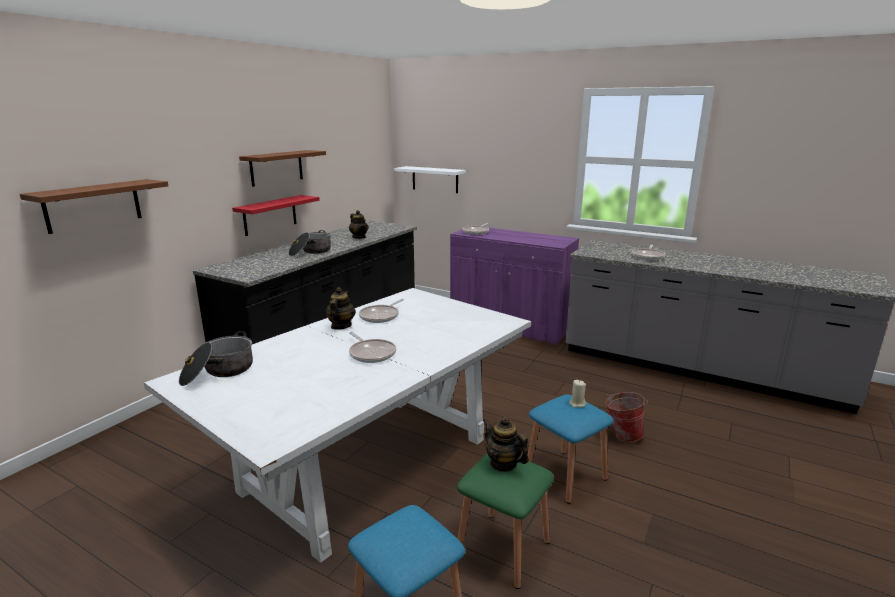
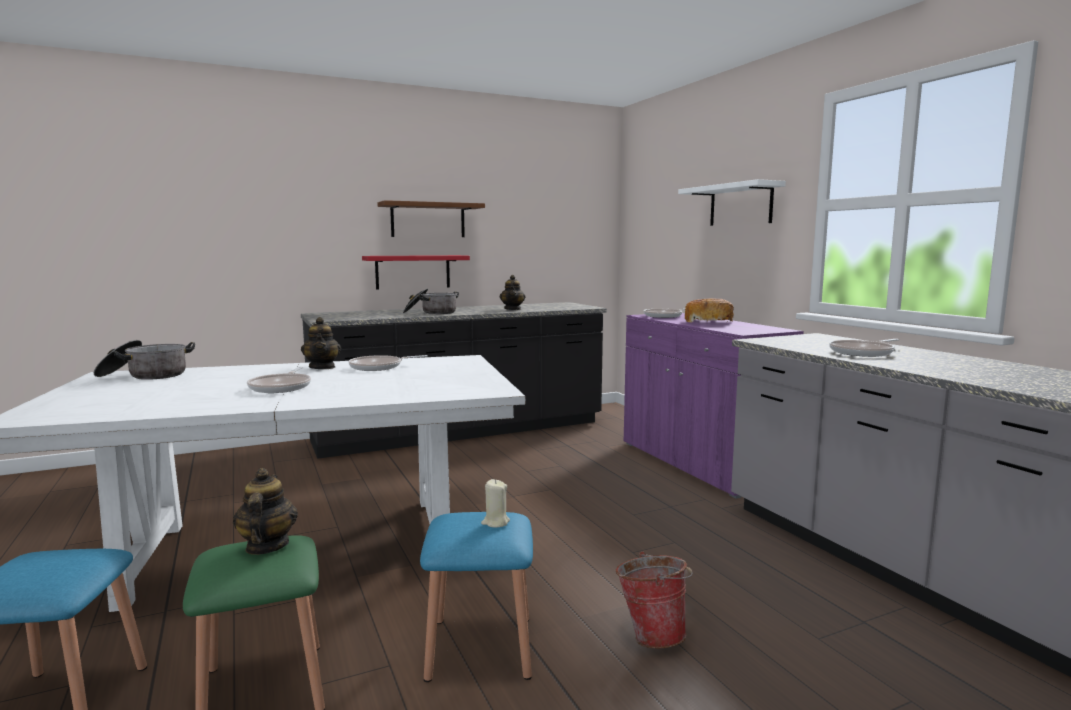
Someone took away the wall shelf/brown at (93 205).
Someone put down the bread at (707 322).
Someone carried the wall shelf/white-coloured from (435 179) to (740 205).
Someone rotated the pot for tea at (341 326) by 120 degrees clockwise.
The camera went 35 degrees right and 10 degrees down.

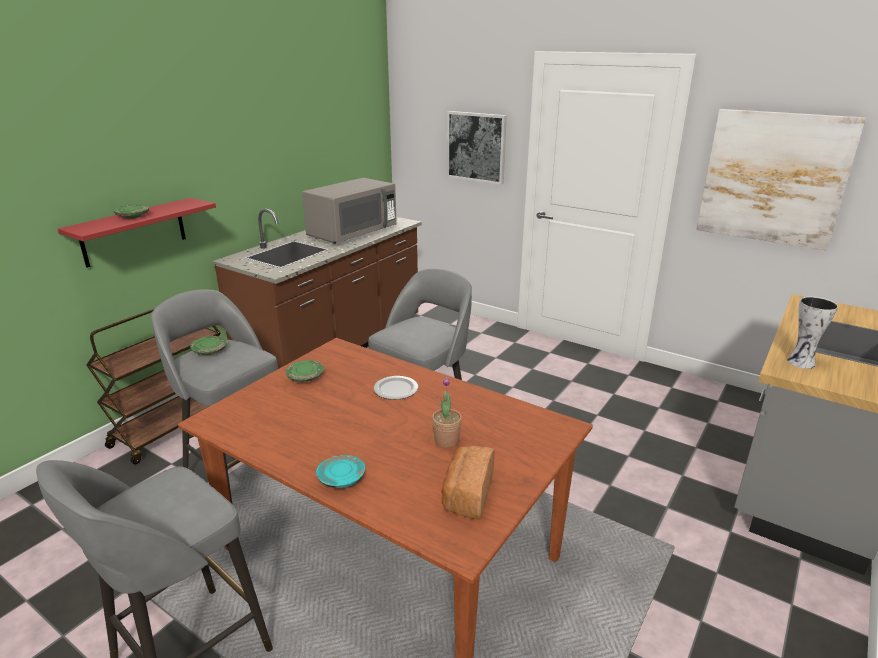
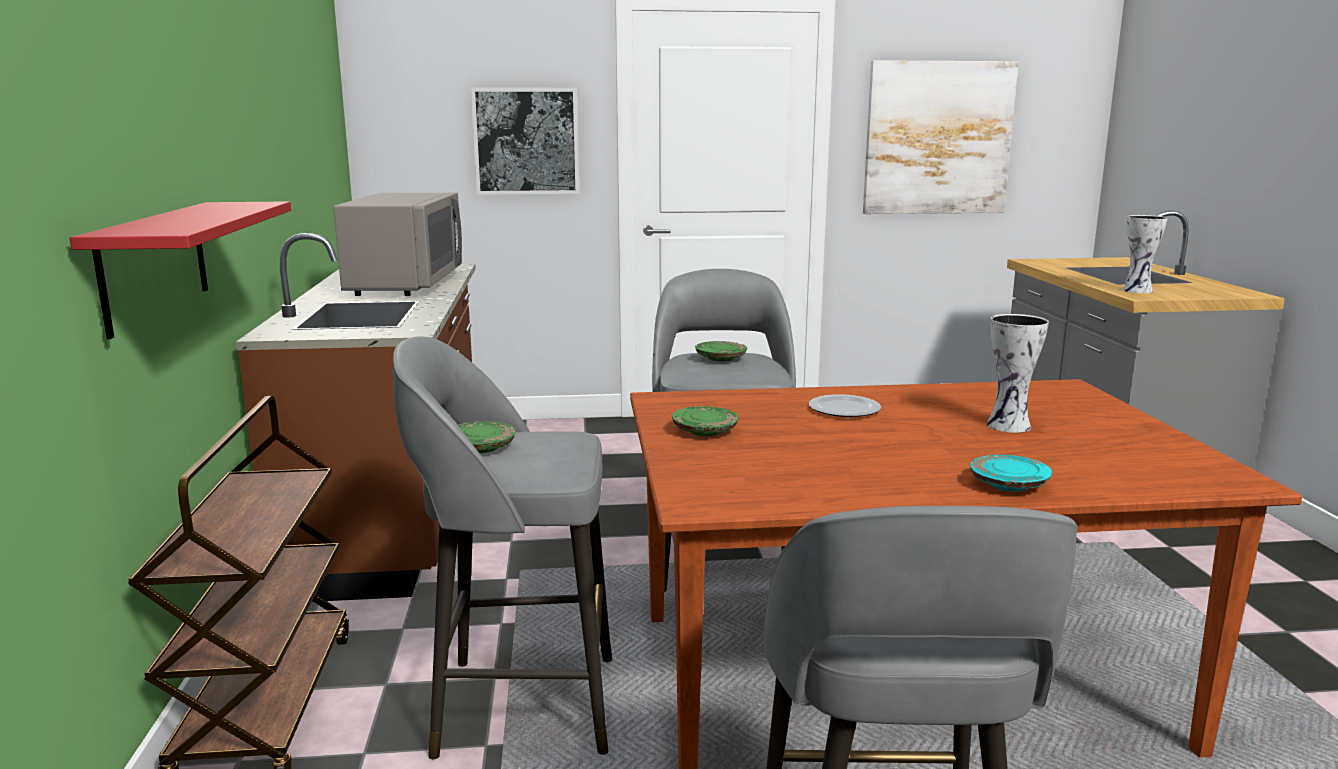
Someone took away the bread at (467 494).
Someone carried the plate/green from (133 216) to (720 358).
Someone swapped the plant in a pot at (446 441) for the flower vase at (1010 426).
The camera went 40 degrees left and 10 degrees down.

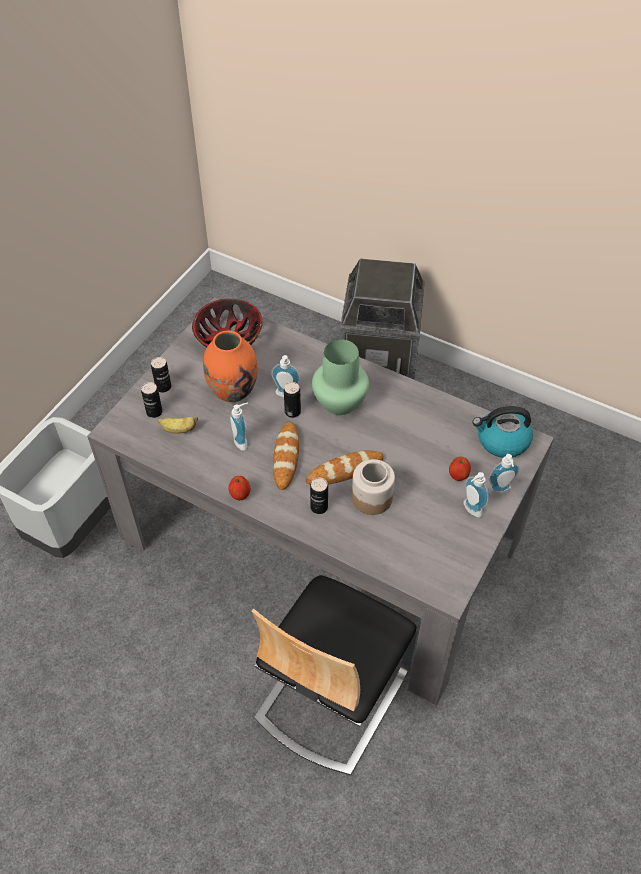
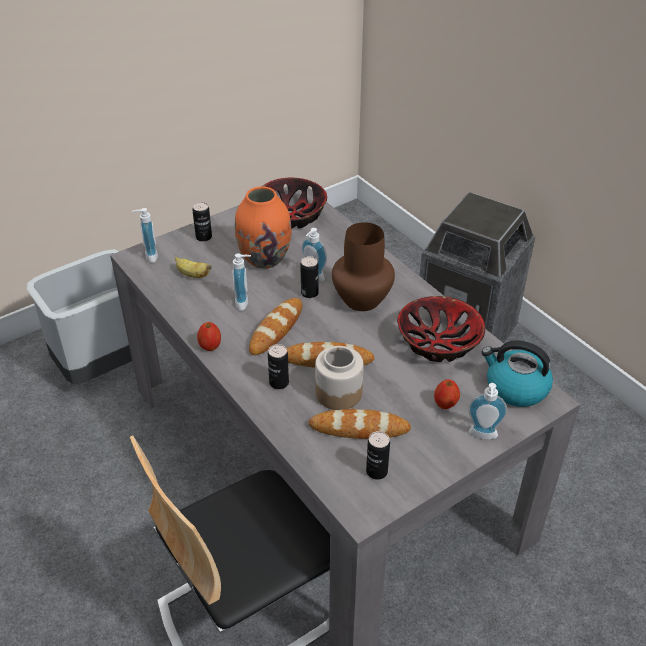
Someone put down the bread at (359 428).
Someone put down the serving bowl at (439 343).
Someone carried the metal can from (154 412) to (376 471).
Someone carried the liquid soap bottle from (470 510) to (149 256).
Someone repainted the flower vase/green at (339 403), which became the flower vase/brown at (361 300).
The camera went 25 degrees right and 10 degrees down.

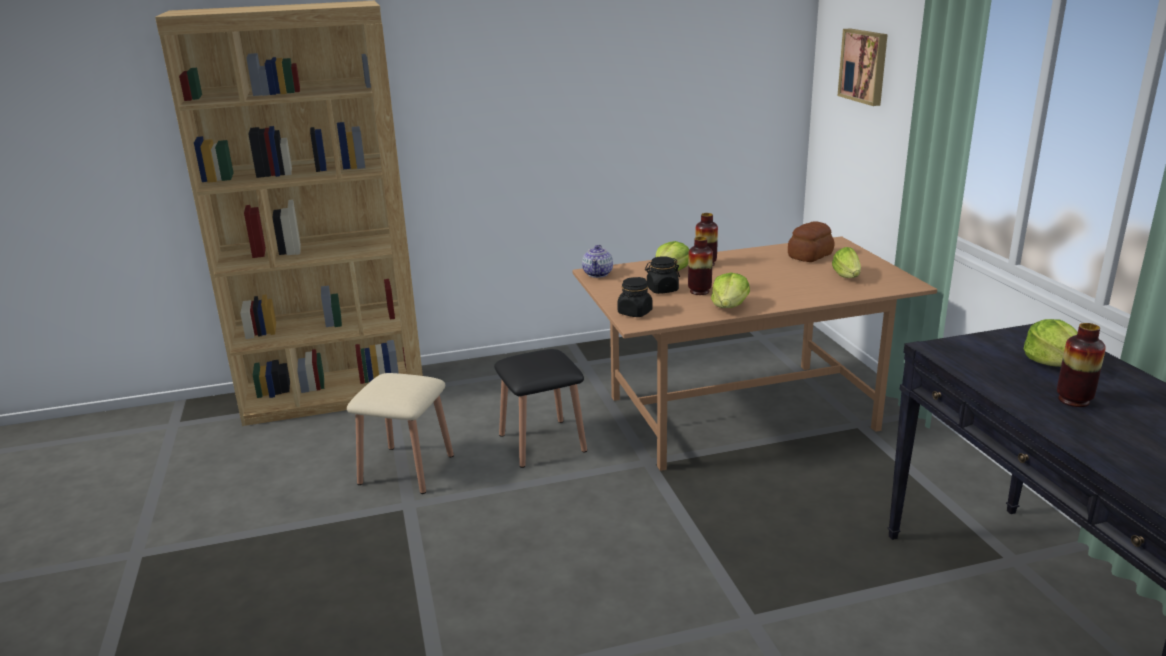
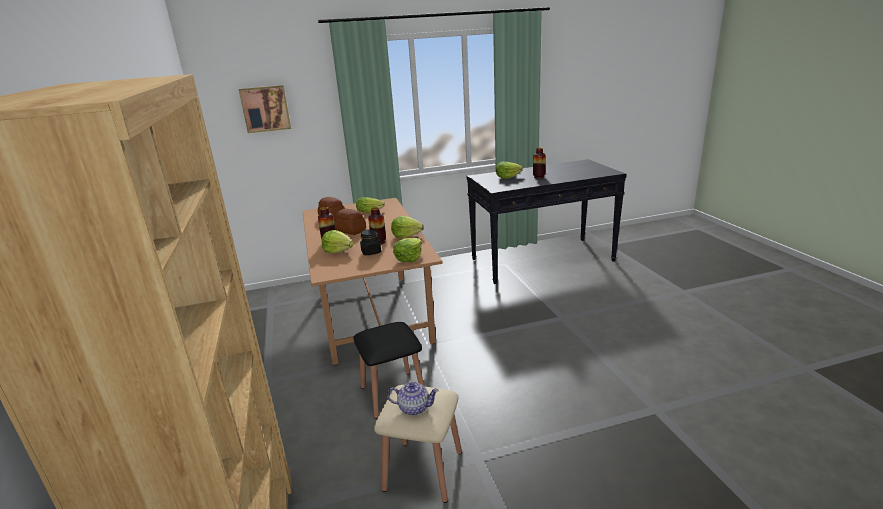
Someone put down the bread at (351 231).
Someone carried the pot for tea from (598 274) to (413 408).
Someone swapped the jar/black-coloured at (635 312) for the lettuce at (409 258).
The camera went 90 degrees left and 0 degrees up.

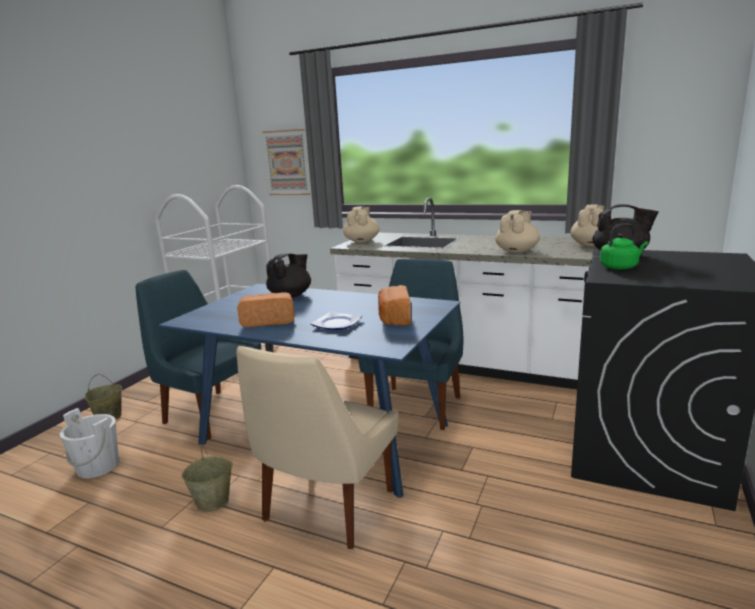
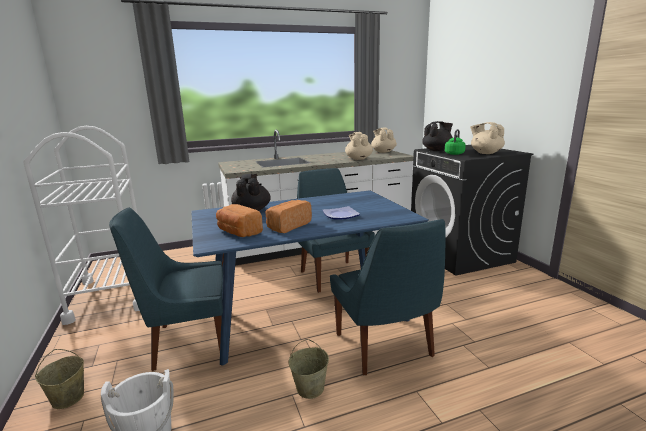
Someone took away the wall picture at (287 163).
Someone carried the pot for tea/beige from (362 241) to (485 153).
Someone carried the bread from (394 318) to (238 232).
Someone repainted the chair/beige at (326 508), which became the chair/bluish at (385 347).
The camera went 45 degrees left and 0 degrees up.

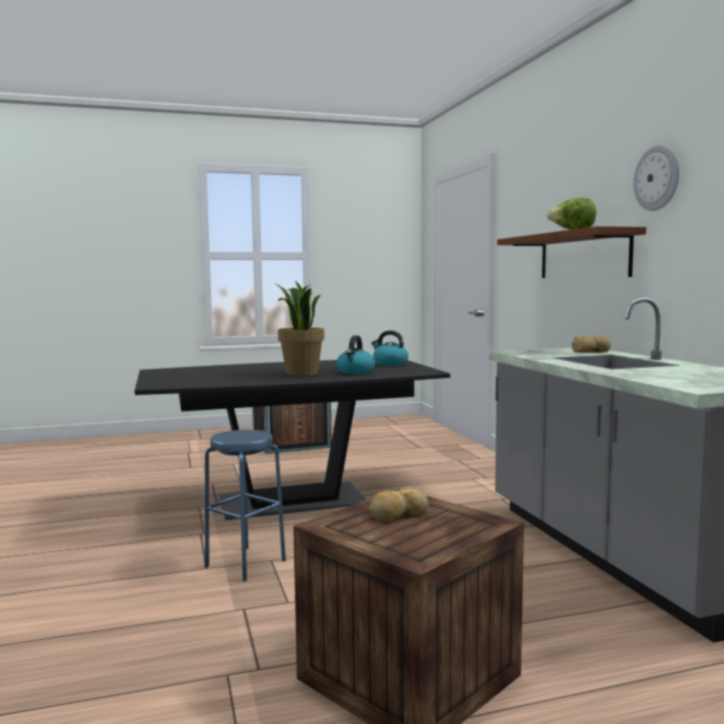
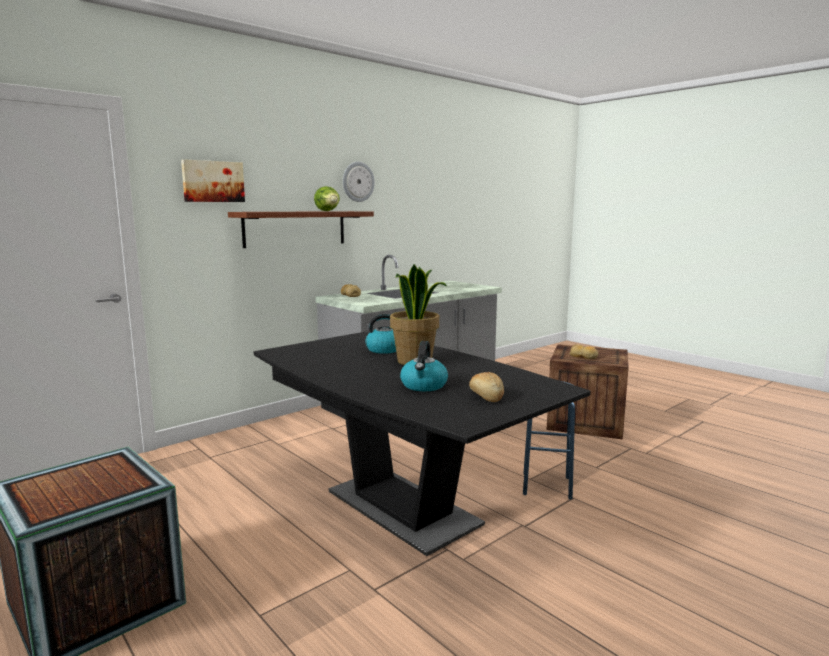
Someone put up the wall picture at (213 181).
Someone put down the bread at (486 396).
Someone carried the water kettle from (389 364) to (424 386).
The camera went 115 degrees left and 5 degrees up.

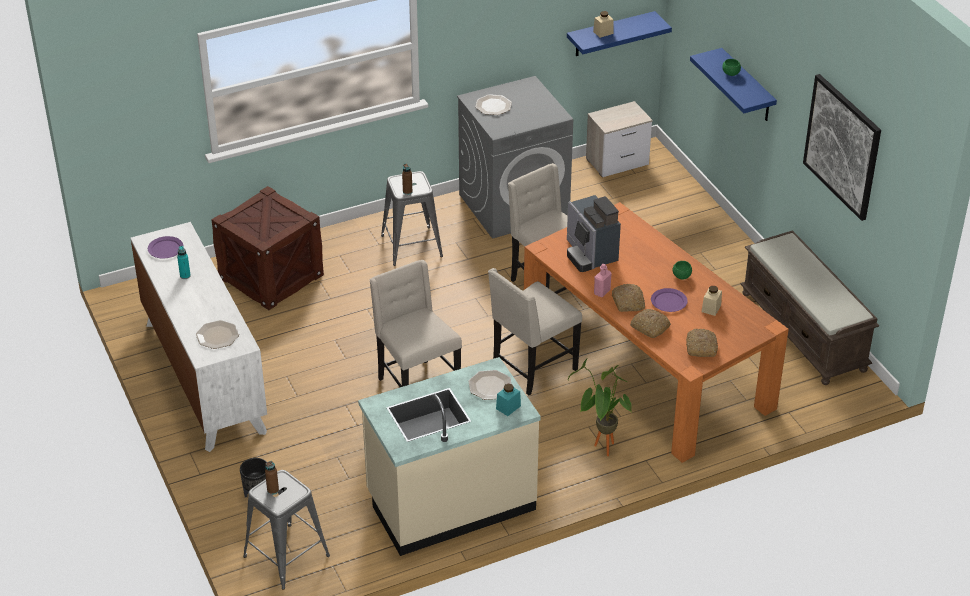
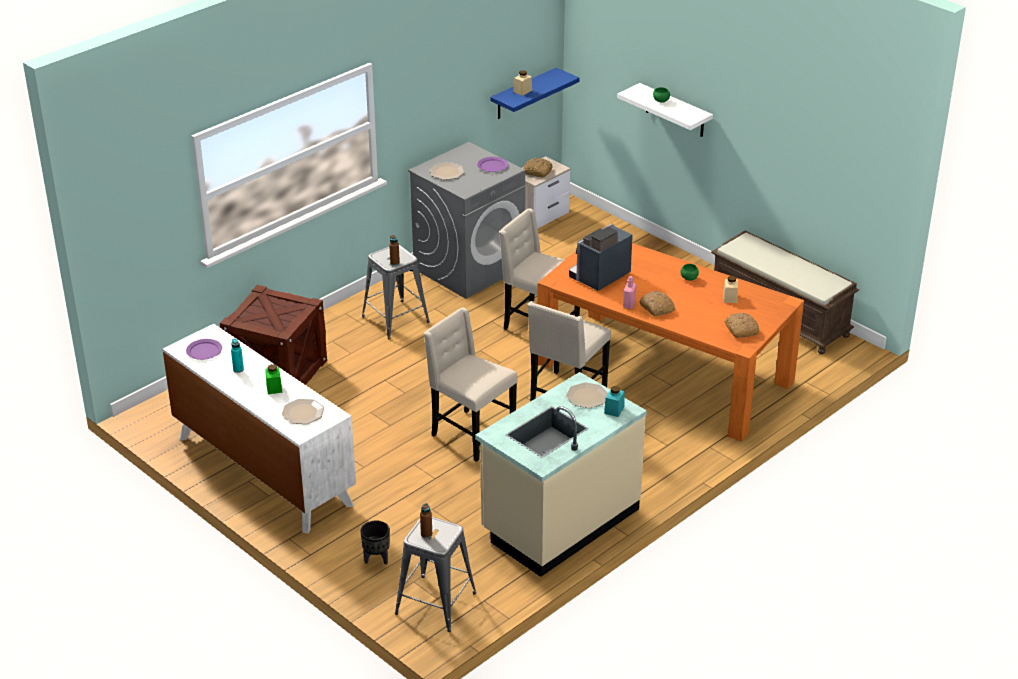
Someone took away the plant in a pot at (600 450).
Someone took away the wall picture at (842 146).
Someone put down the jar/green at (274 388).
Someone carried the bread from (649 327) to (537 172).
Someone carried the plate/purple-coloured from (668 302) to (492 166).
Someone repainted the wall shelf/bluish at (747 86), which became the wall shelf/white-coloured at (675 111).
Someone rotated the coffee machine at (590 254) by 90 degrees clockwise.
The camera went 20 degrees left and 5 degrees down.

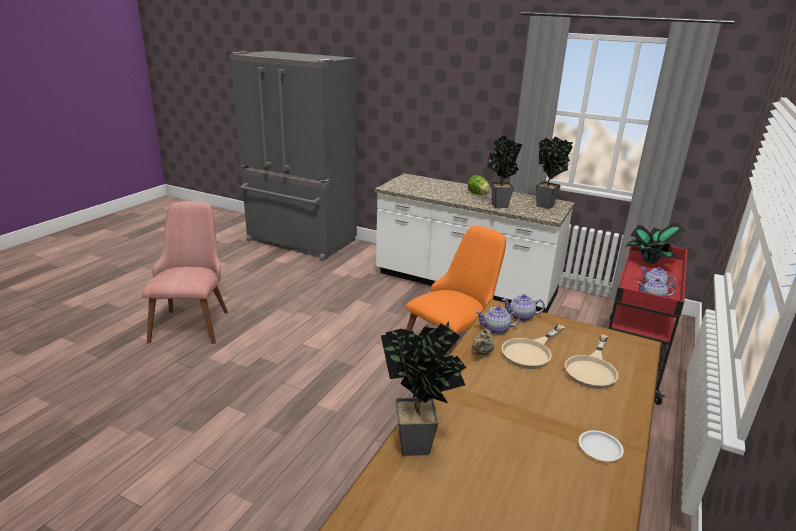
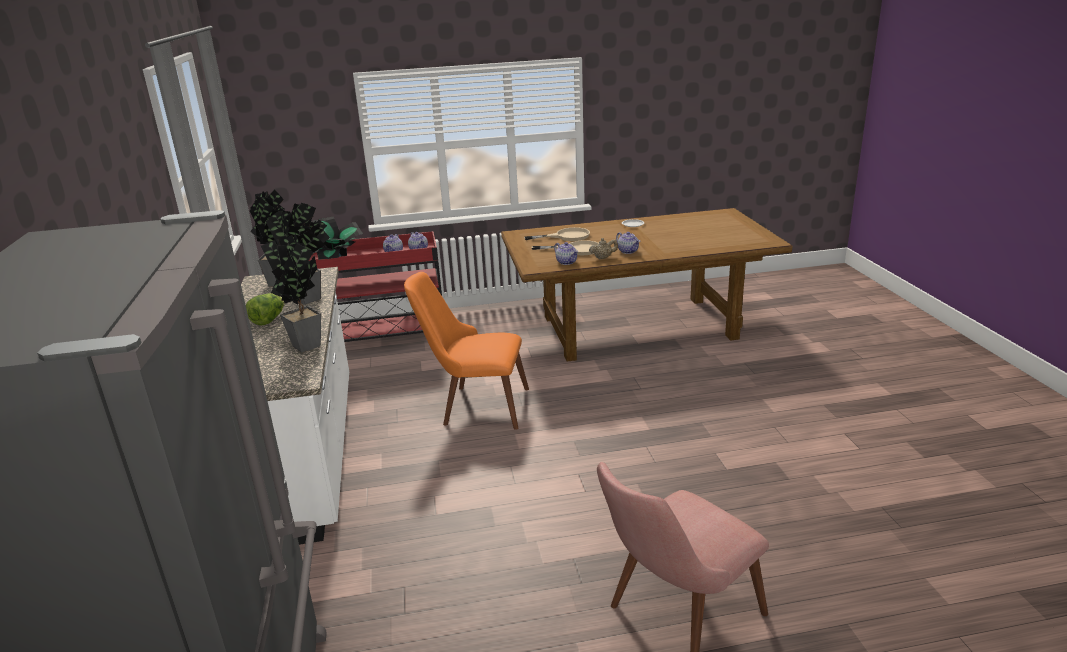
Someone carried the plant in a pot from (420 448) to (307 343).
Someone carried the pot for tea from (521 317) to (628 251).
The camera went 125 degrees left and 0 degrees up.

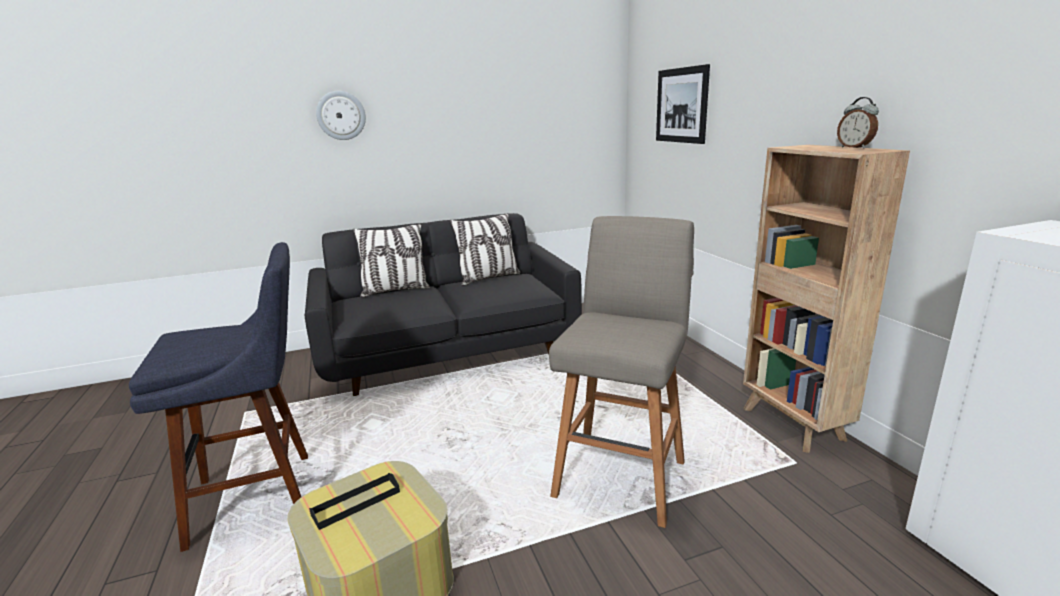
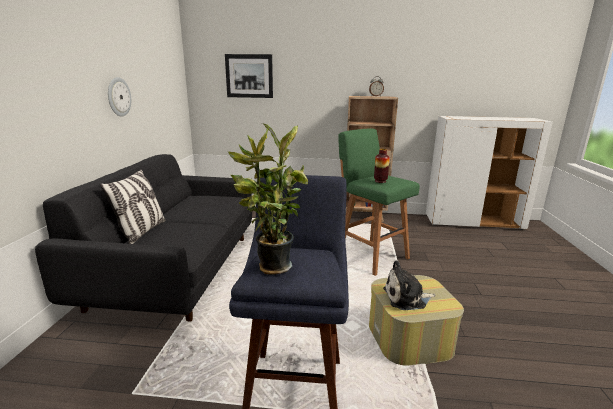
Someone took away the pillow at (488 278).
Someone put down the plant in a pot at (271 267).
Someone put down the flower vase at (380 181).
Someone carried the wall clock from (341 115) to (118 97).
Someone swapped the serving tray/black-coloured at (356 503) for the cuddly toy at (407 298).
Someone repainted the stool seat/gray at (621 475), which became the stool seat/green at (371 256).
The camera went 65 degrees left and 0 degrees up.

